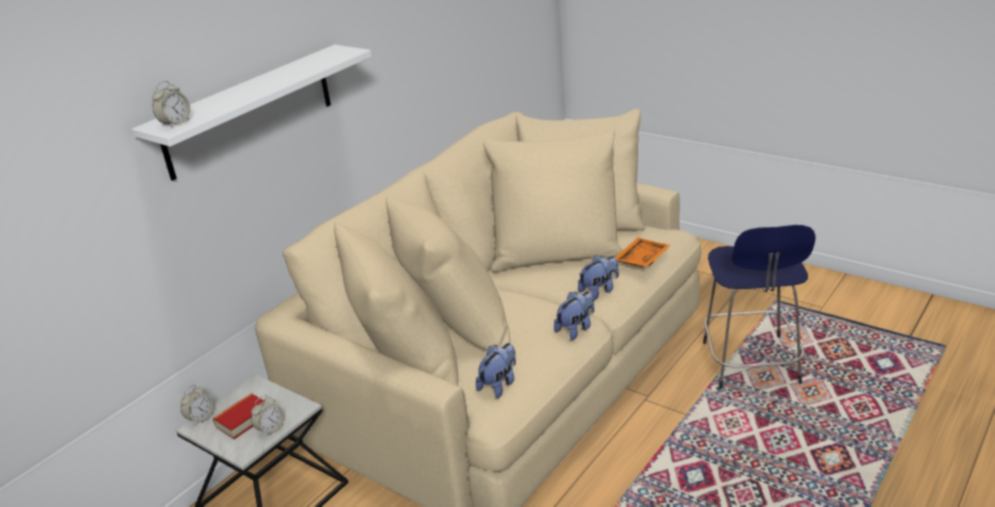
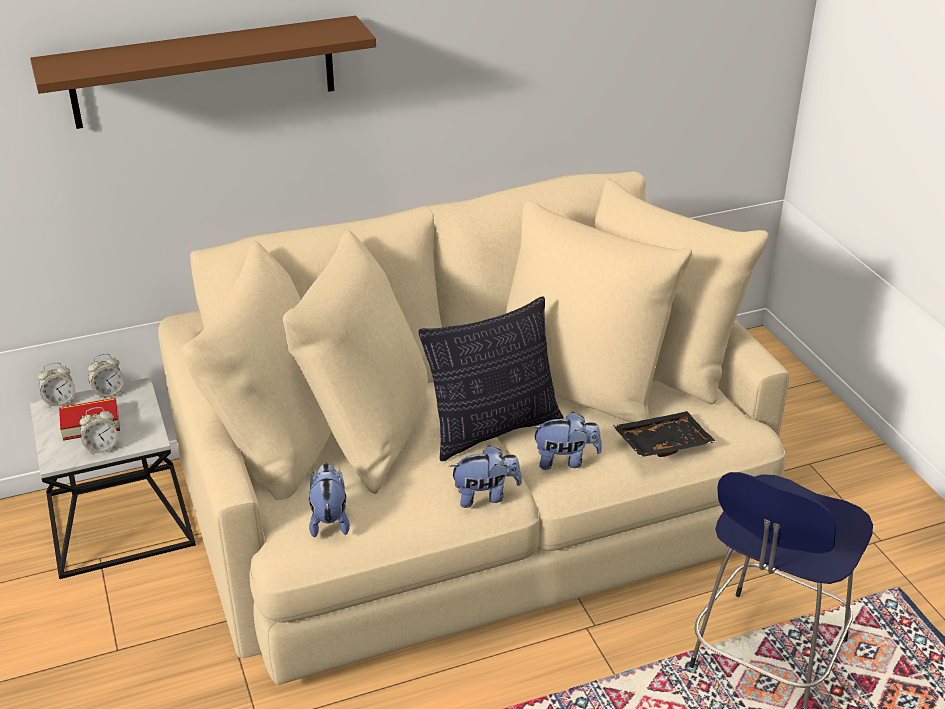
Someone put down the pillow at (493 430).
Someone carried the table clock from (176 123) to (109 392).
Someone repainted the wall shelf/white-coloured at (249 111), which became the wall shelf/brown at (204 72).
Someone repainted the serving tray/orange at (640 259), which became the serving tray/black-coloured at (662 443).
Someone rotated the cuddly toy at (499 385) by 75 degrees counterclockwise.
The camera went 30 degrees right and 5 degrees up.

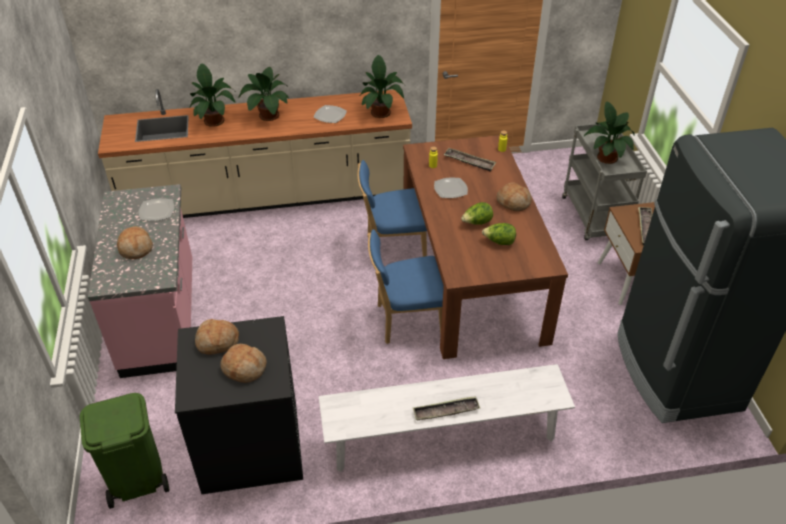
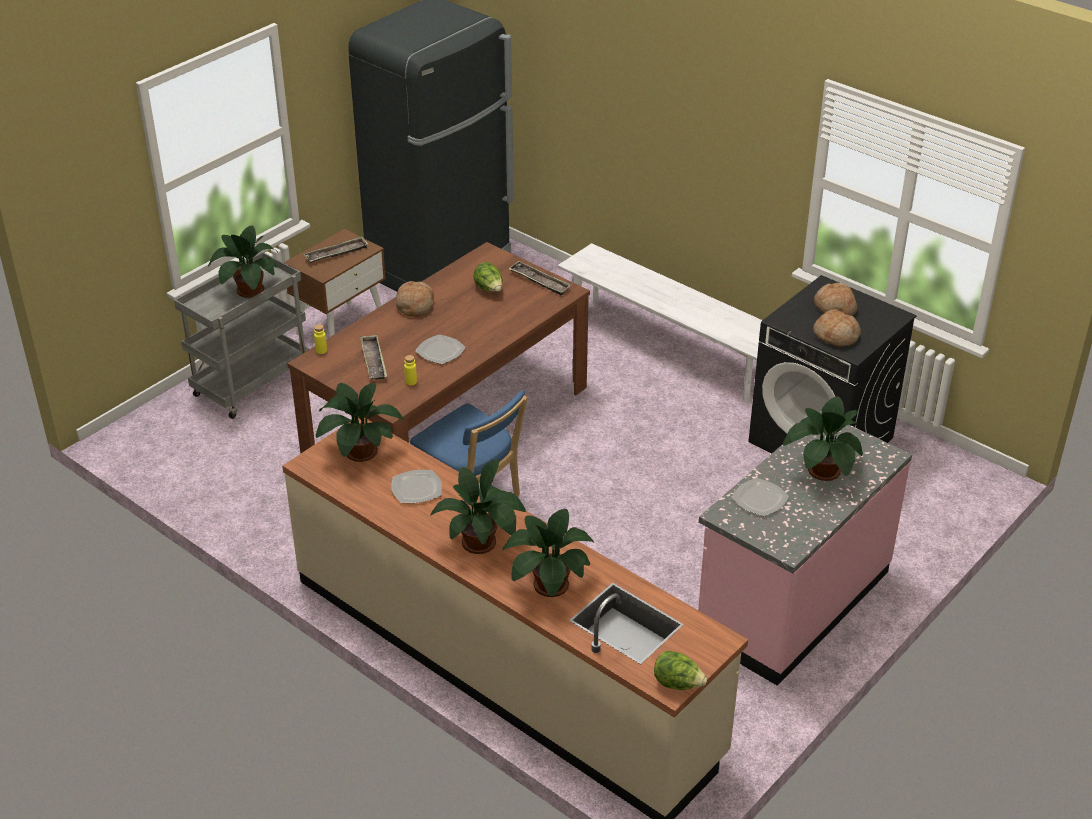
Someone took away the waste bin/green at (136 479).
Someone took away the chair/bluish at (406 321).
Someone carried the serving tray from (445 411) to (539 281).
Someone carried the lettuce from (477 223) to (678 684).
Someone swapped the bread at (136 248) for the plant in a pot at (822 471).
The camera went 130 degrees left and 5 degrees down.

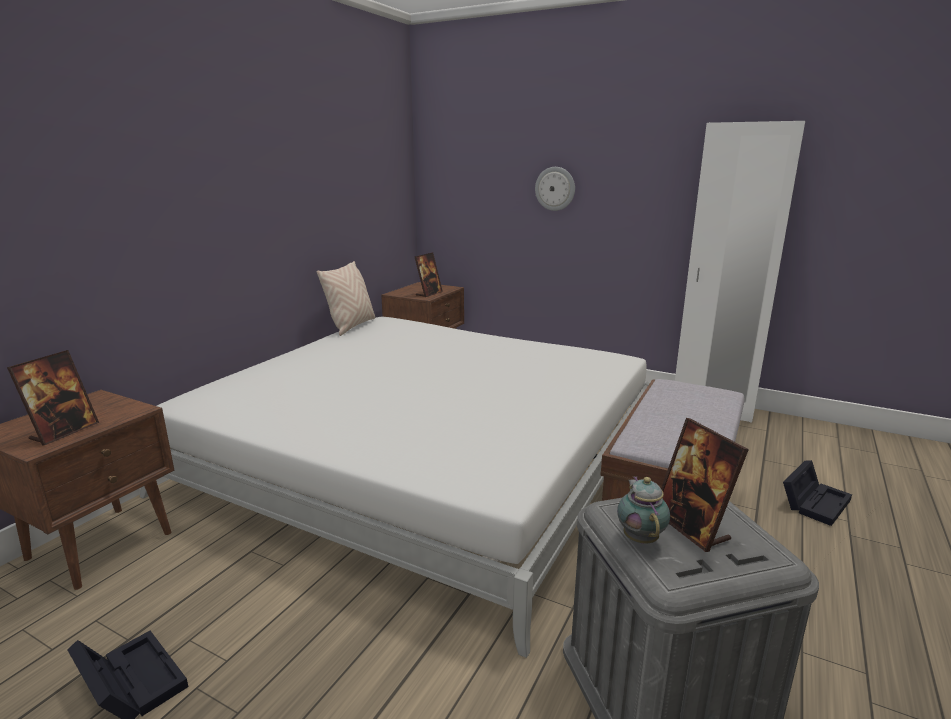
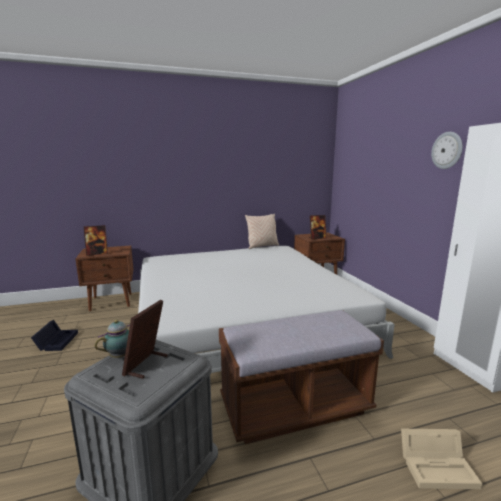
Someone carried the wall clock from (555 188) to (447 150).
Someone repainted the storage bin/black-coloured at (814 502), which became the storage bin/beige at (438 466).
The camera went 45 degrees right and 5 degrees down.

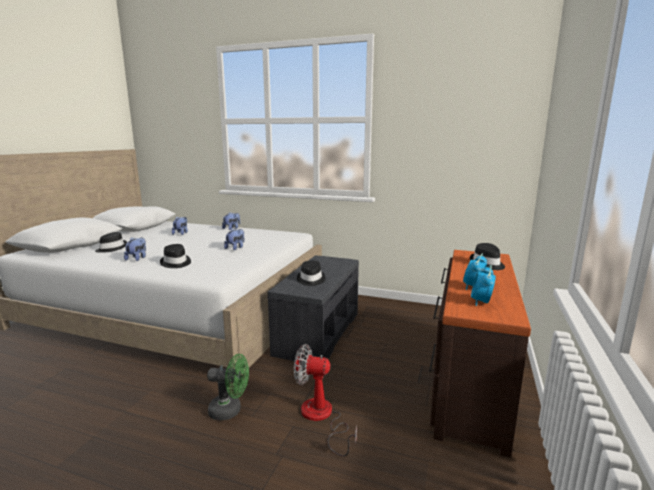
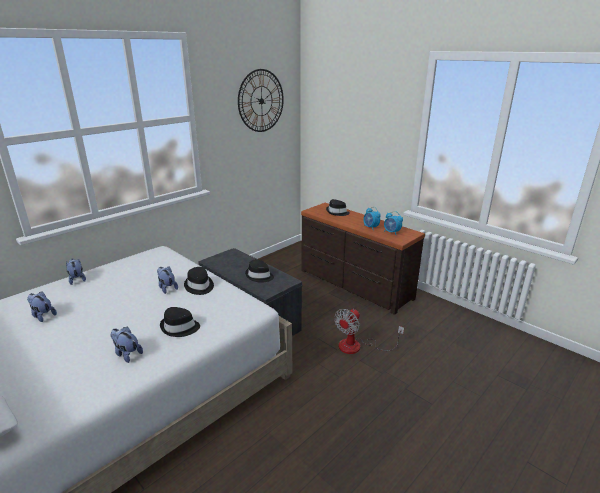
Someone took away the cooling fan/green at (230 410).
Someone put up the wall clock at (261 101).
Someone carried the wearable hat/black-coloured from (111 248) to (199 286).
The camera went 65 degrees left and 10 degrees up.

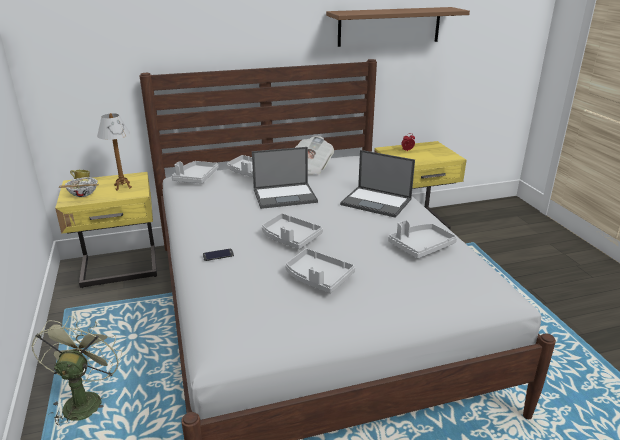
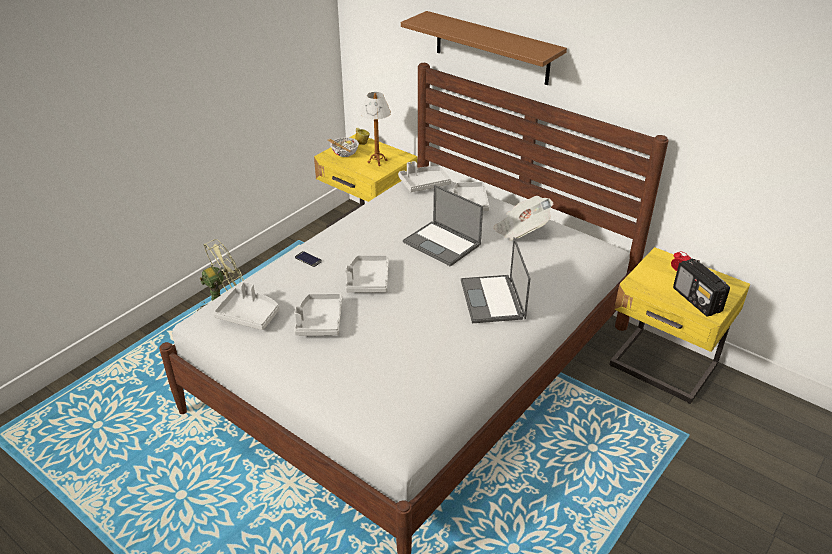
Someone put down the radio at (697 300).
Someone carried the wall shelf/brown from (389 26) to (491 48).
Someone carried the serving tray/gray from (421 246) to (249 315).
The camera went 55 degrees right and 10 degrees up.

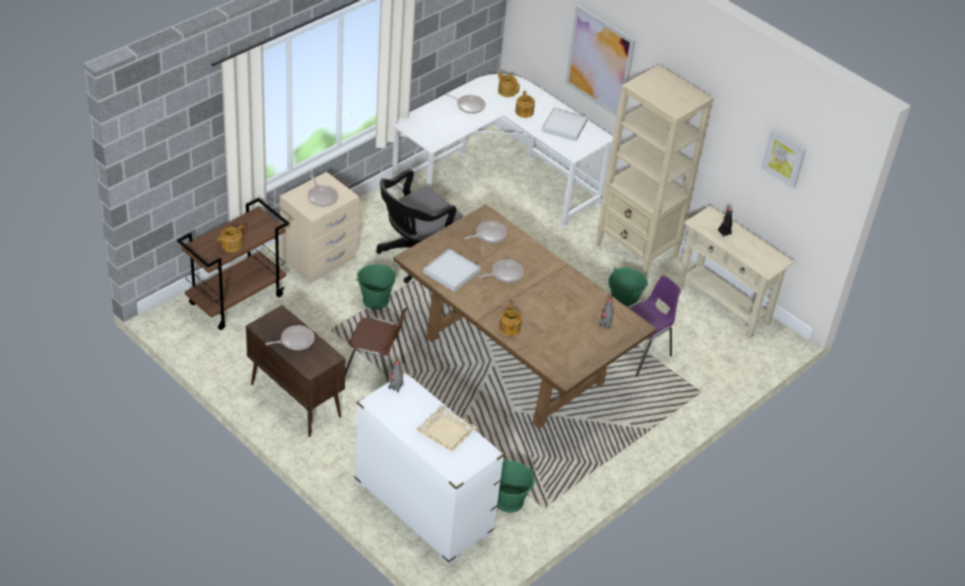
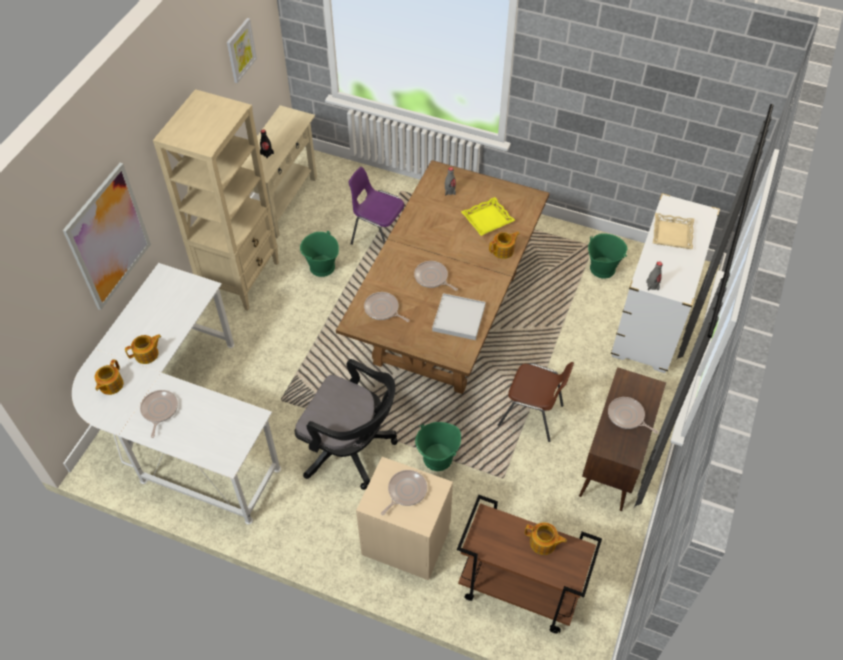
Someone took away the serving tray/white-coloured at (564 126).
Someone put down the serving tray/yellow-coloured at (487 219).
Someone rotated the chair/brown at (375 372) by 120 degrees clockwise.
The camera went 110 degrees left and 10 degrees up.

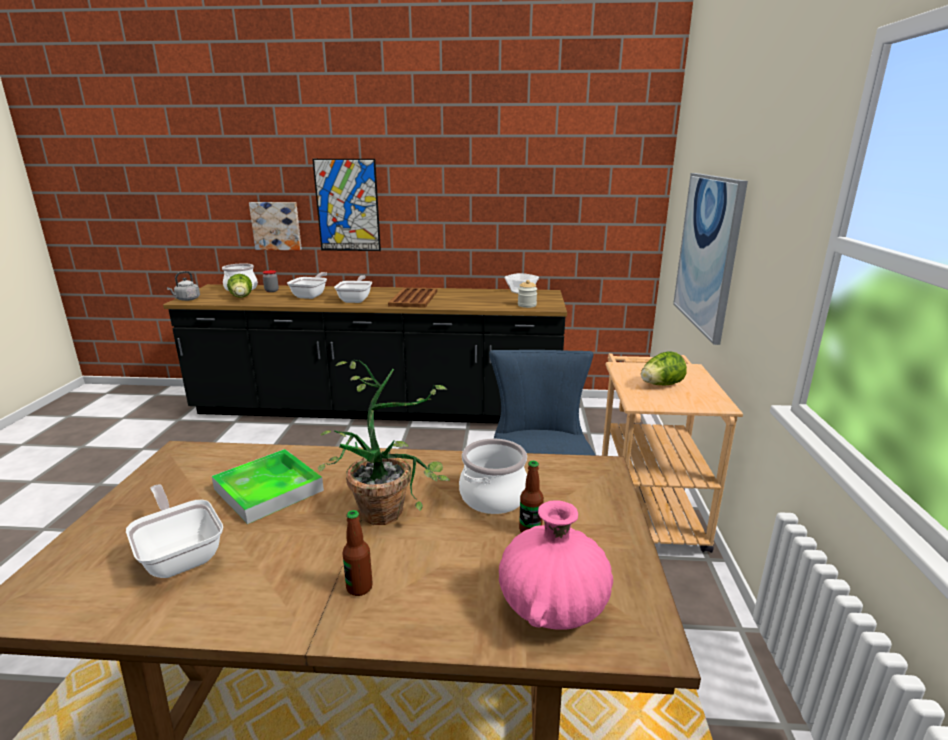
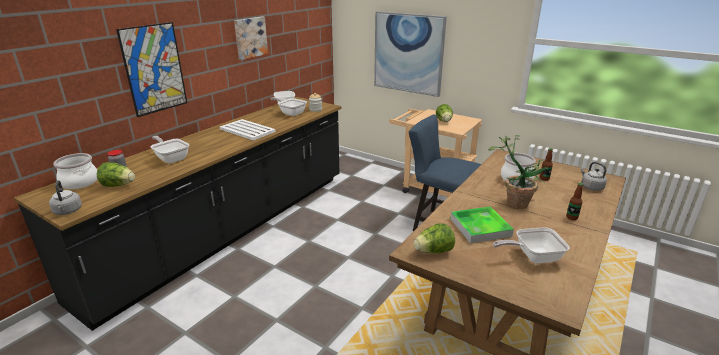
Someone put down the lettuce at (433 251).
Someone carried the wall picture from (276 226) to (250 37).
Someone carried the frying pan from (356 300) to (291 113).
Someone swapped the flower vase/pink at (552 606) for the water kettle/gray at (590 187).
Someone repainted the serving tray/brown at (414 298), which became the serving tray/white-coloured at (247 130).
The camera went 60 degrees left and 5 degrees up.

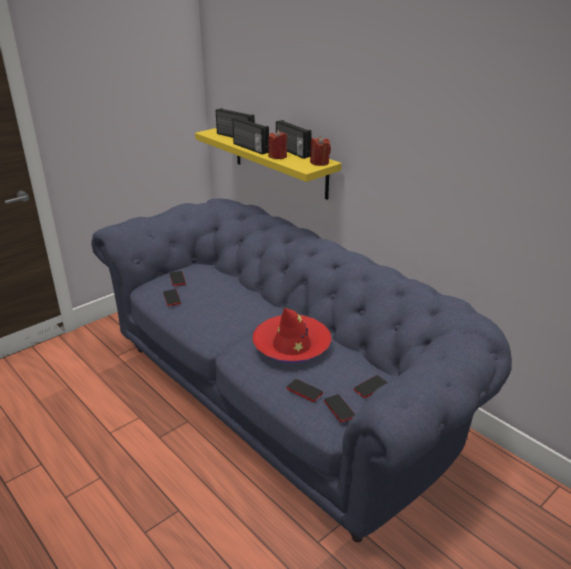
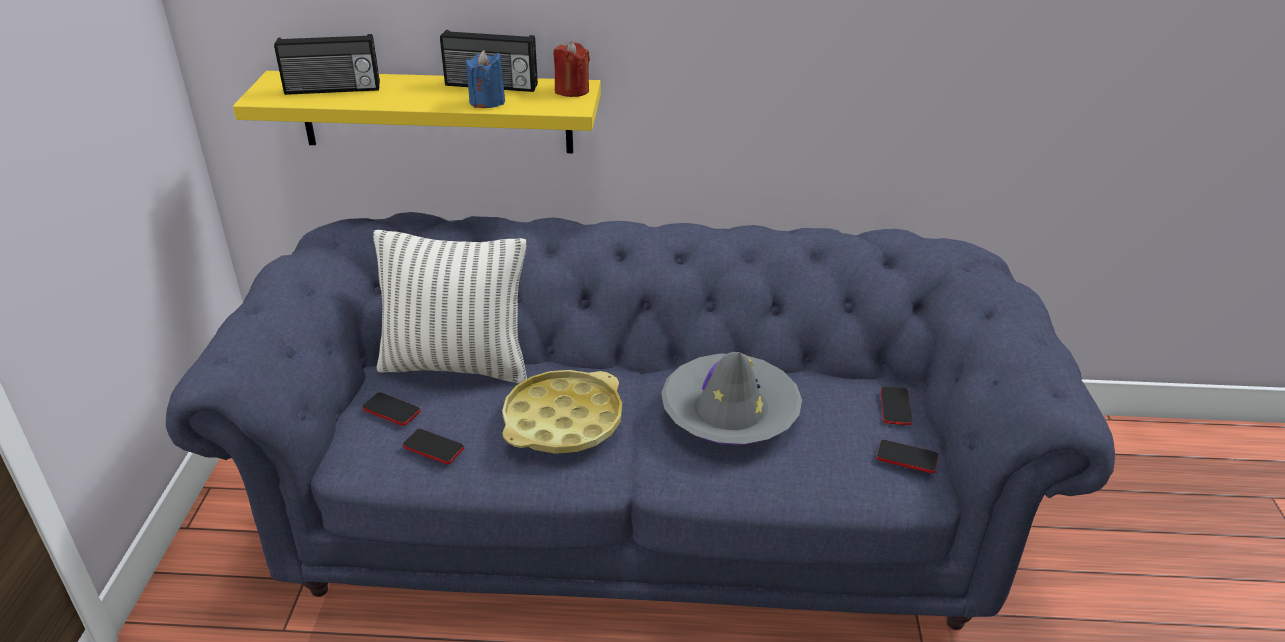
Someone took away the radio at (250 148).
Someone took away the handset at (304 391).
Someone put down the pillow at (456 365).
Someone put down the serving tray/yellow-coloured at (563 420).
Someone repainted the wearable hat/red-coloured at (291 345), which became the wearable hat/gray at (730 411).
Someone repainted the candle/red-coloured at (278 156), which became the candle/bluish at (487 102).
The camera went 45 degrees left and 5 degrees up.

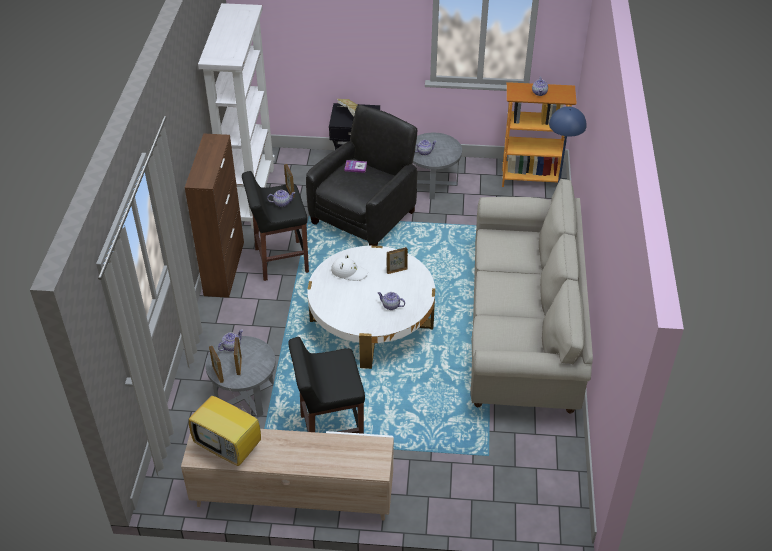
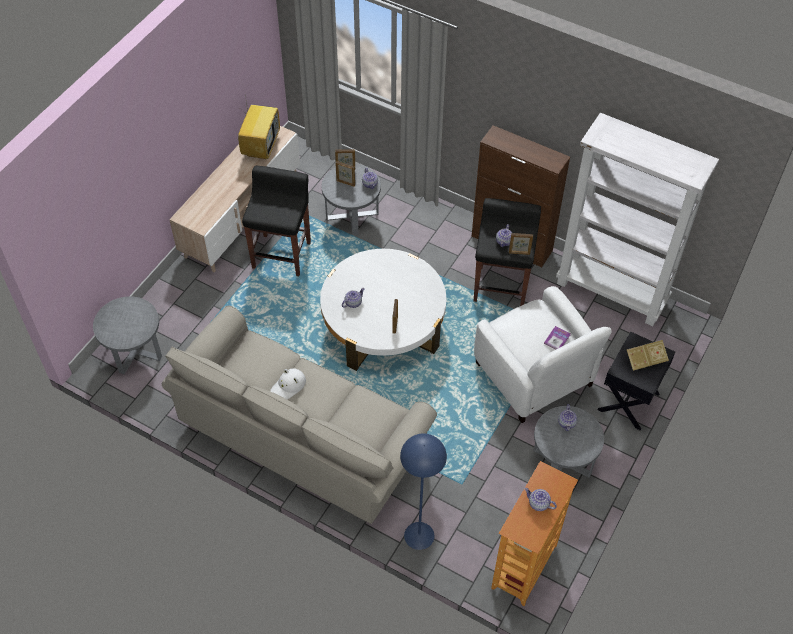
Someone put down the end table/gray at (135 350).
Someone carried the wearable hat/white-coloured from (349 272) to (288 386).
Someone repainted the armchair/black-coloured at (364 216), which became the armchair/white-coloured at (534 375).
Someone rotated the TV set at (230 447) by 135 degrees clockwise.
The camera went 115 degrees right and 10 degrees up.

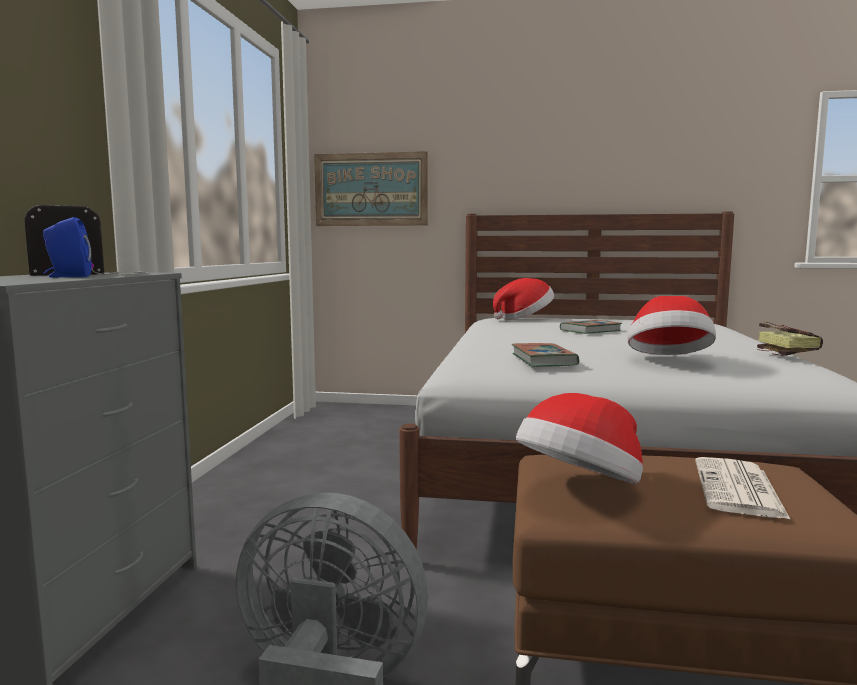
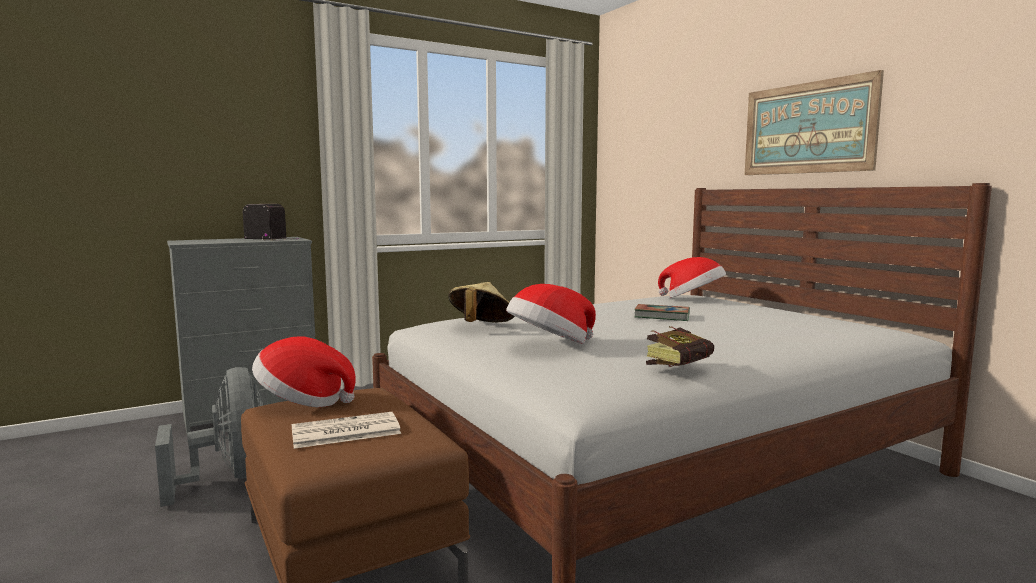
Someone took away the audio speaker/bluish at (68 276).
Someone carried the wall picture from (371 189) to (807 128).
Someone swapped the volume at (543 360) for the wearable hat/beige at (481 327).
The camera went 50 degrees right and 0 degrees up.

